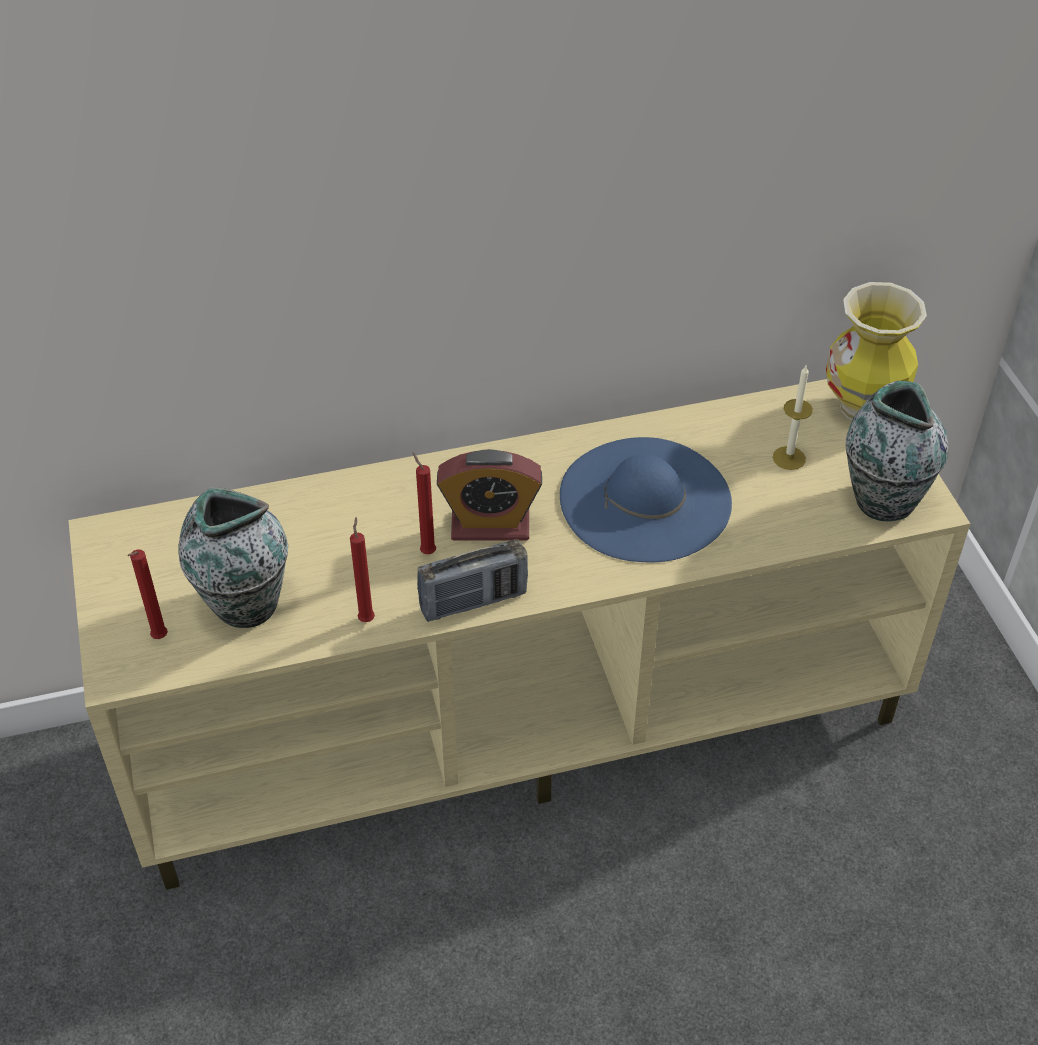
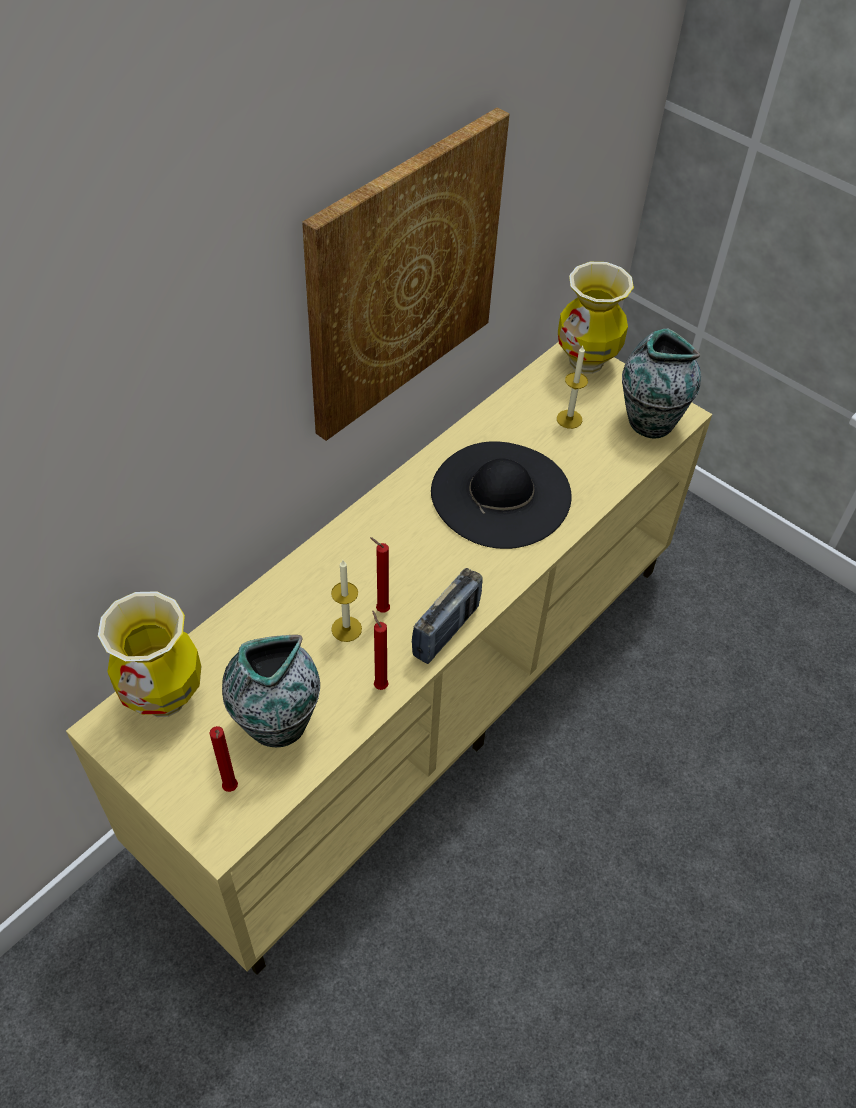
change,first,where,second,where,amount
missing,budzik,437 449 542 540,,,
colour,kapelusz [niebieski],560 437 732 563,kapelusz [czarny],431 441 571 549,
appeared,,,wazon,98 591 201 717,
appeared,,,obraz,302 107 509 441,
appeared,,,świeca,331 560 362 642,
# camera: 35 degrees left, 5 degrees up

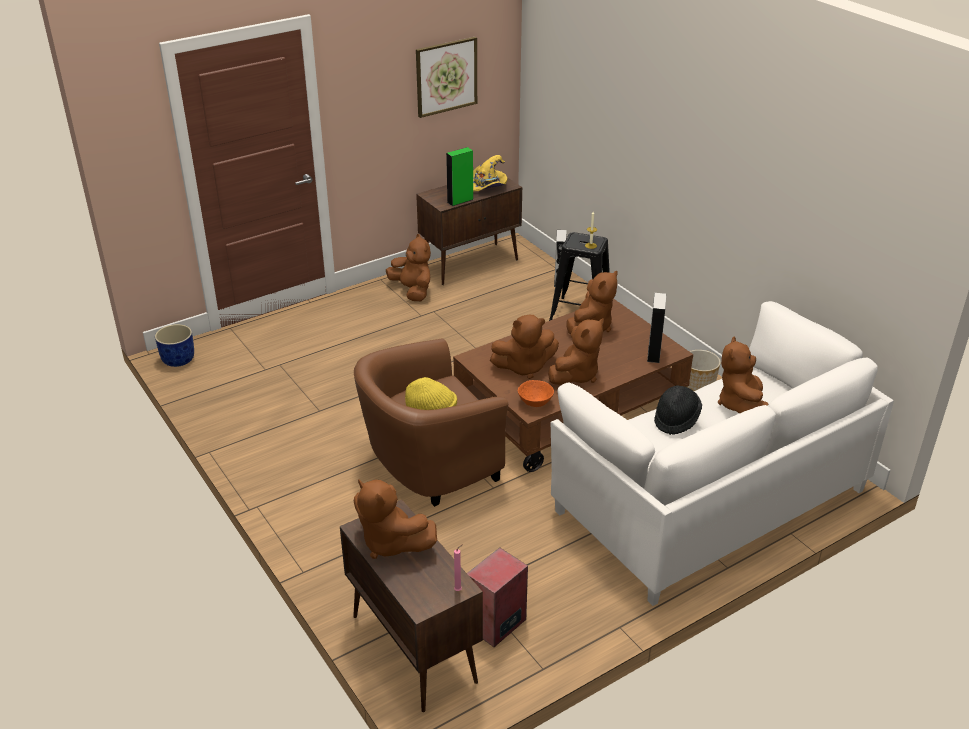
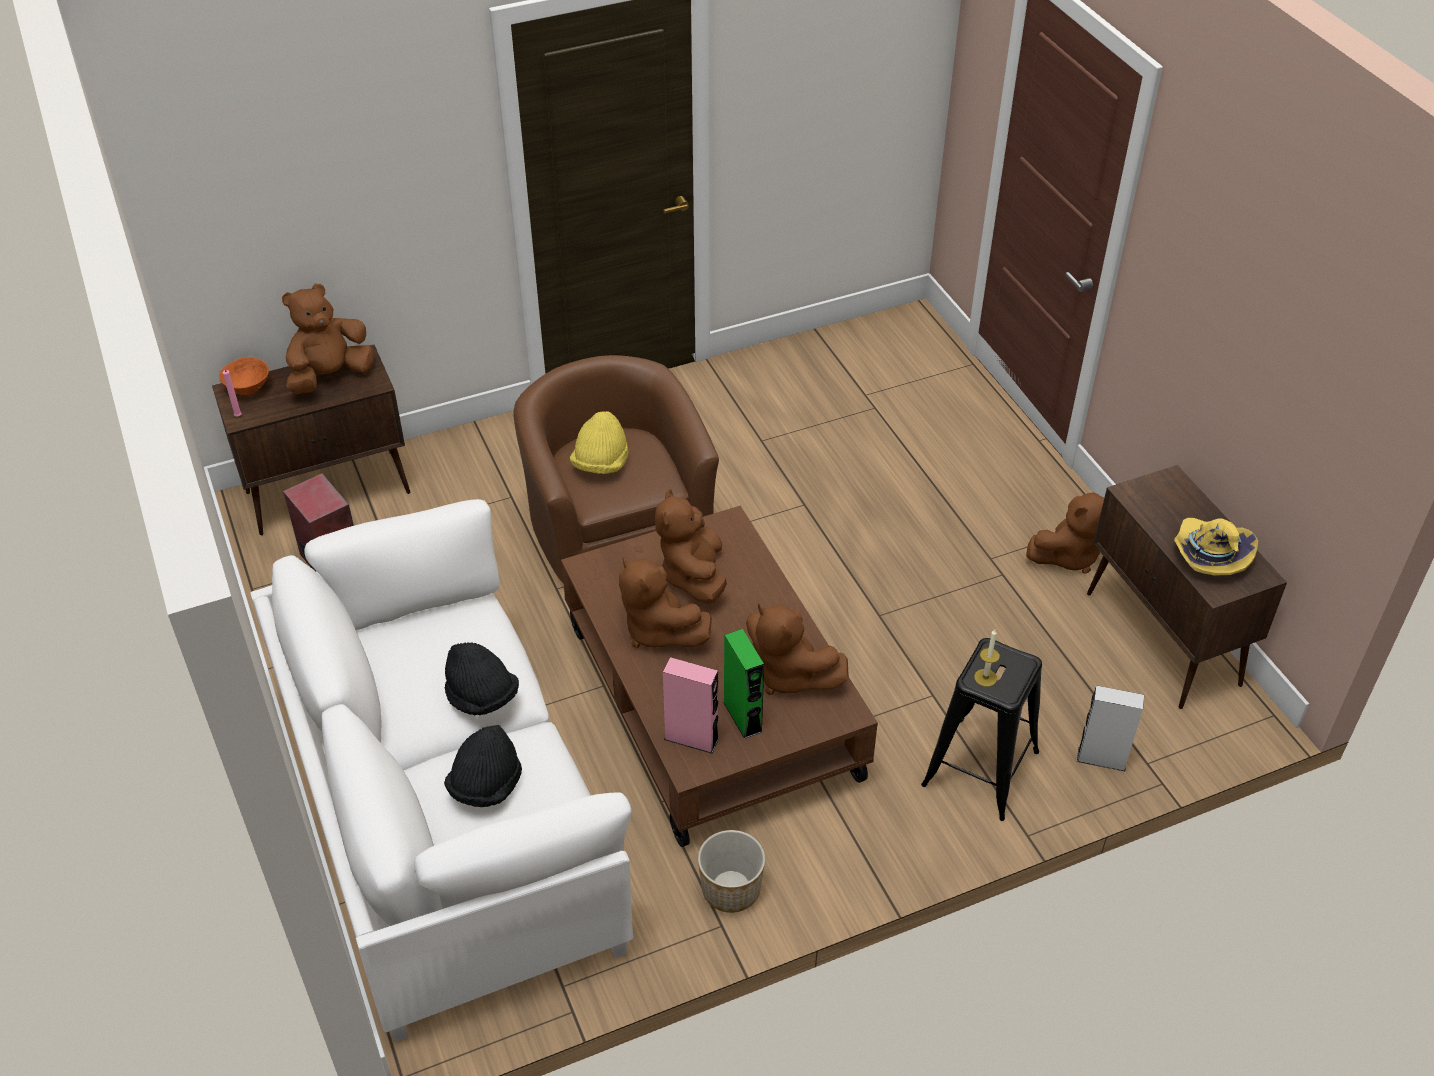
change,first,where,second,where,amount
missing,donica [niebieski],155 324 194 367,,,
missing,obraz,416 37 477 118,,,
relocated,głośnik [zielony],446 147 474 206,,723 629 764 739,
relocated,miska [pomarańczowy],517 380 554 407,,219 357 269 395,
colour,głośnik [szary],647 293 666 363,głośnik [różowy],663 657 719 753,
exchanged,pluszak [brązowy],718 336 769 414,kapelusz [czarny],444 725 522 807,
# camera: 100 degrees right, 10 degrees up

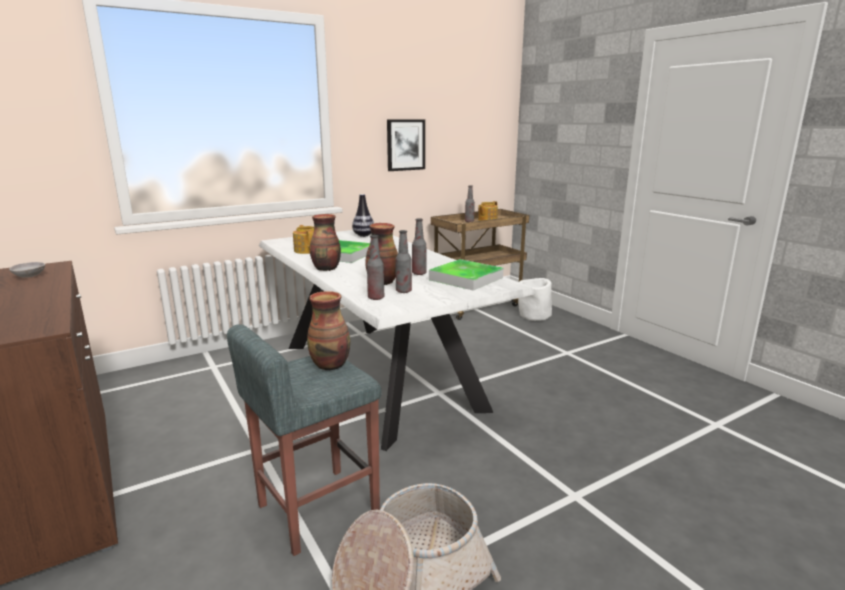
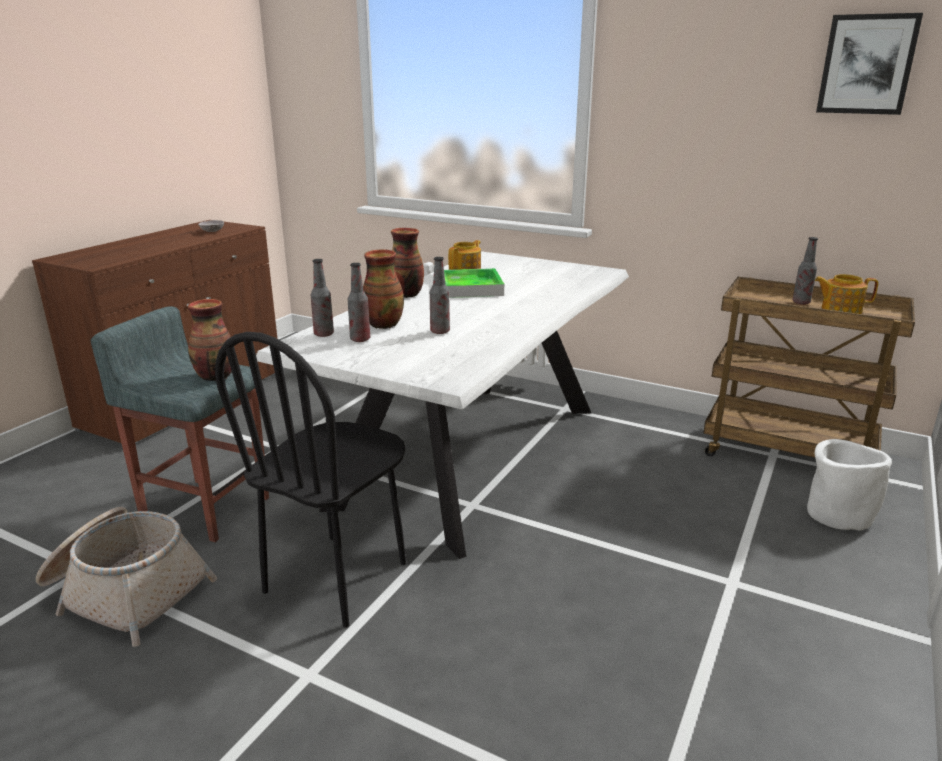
change,first,where,second,where,amount
missing,wazon,352 194 374 237,,,
relocated,obraz,387 119 425 171,,816 13 923 115,
missing,taca,429 259 504 291,,,
appeared,,,krzesło [czarny],215 332 406 628,
# camera: 60 degrees right, 5 degrees up

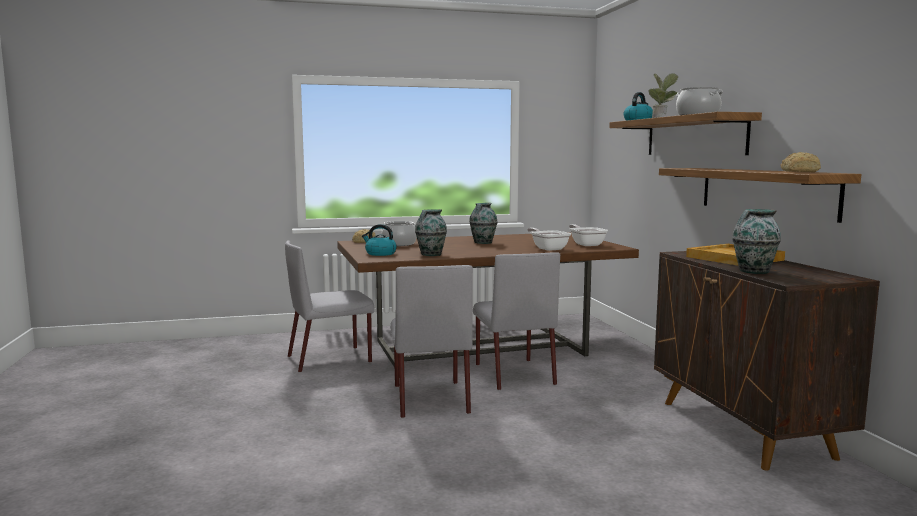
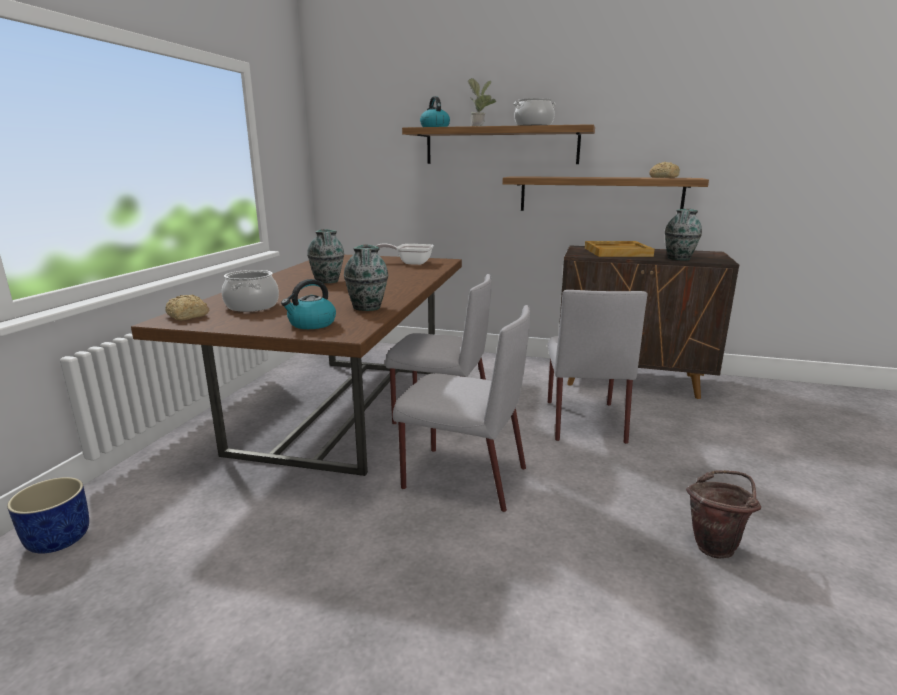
change,first,where,second,where,amount
relocated,krzesło [szary],285 240 375 373,,548 290 647 444,
missing,patelnia,527 228 571 251,,,
appeared,,,donica [niebieski],7 477 89 554,
appeared,,,wiadro [brązowy],686 470 761 558,
# camera: 60 degrees left, 10 degrees up

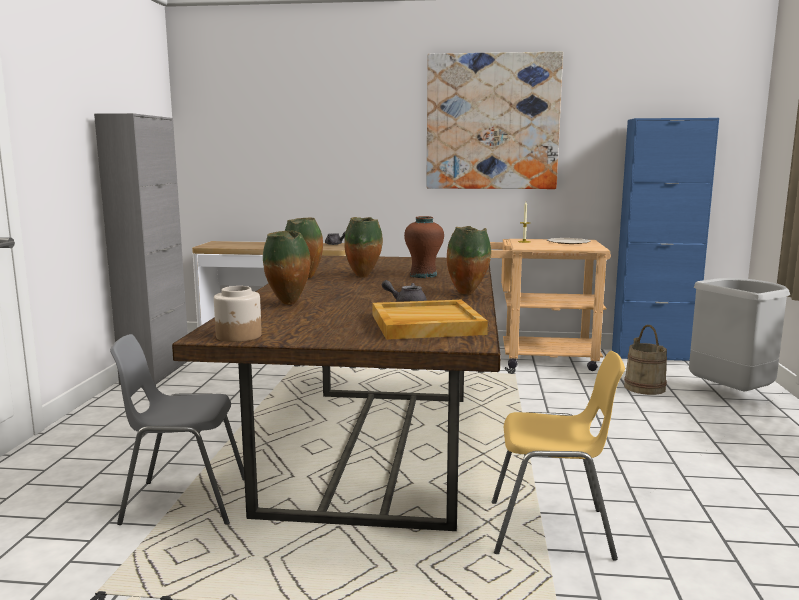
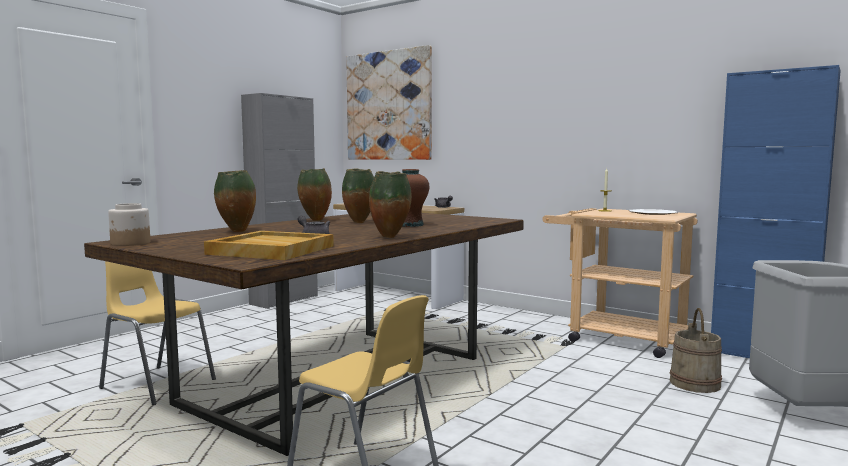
change,first,where,second,where,amount
colour,krzesło [szary],110 334 244 525,krzesło [żółty],99 261 216 405,
relocated,obraz,426 52 563 189,,346 45 432 160,
# camera: 30 degrees right, 5 degrees down

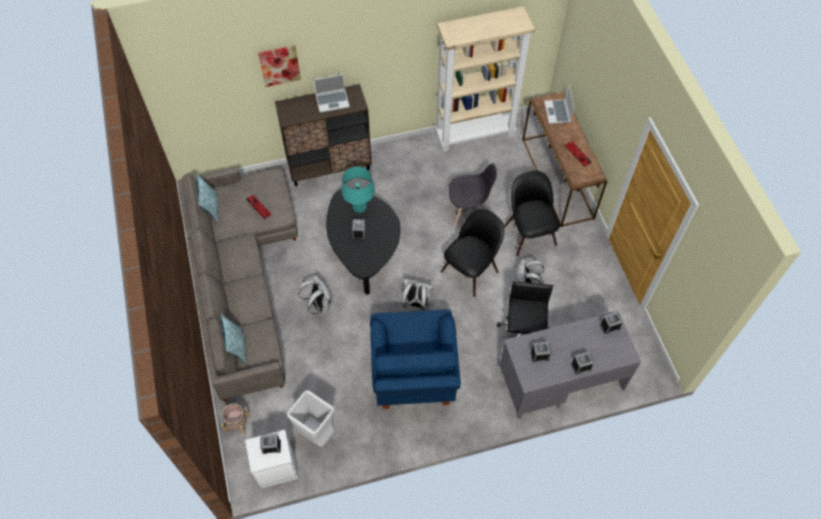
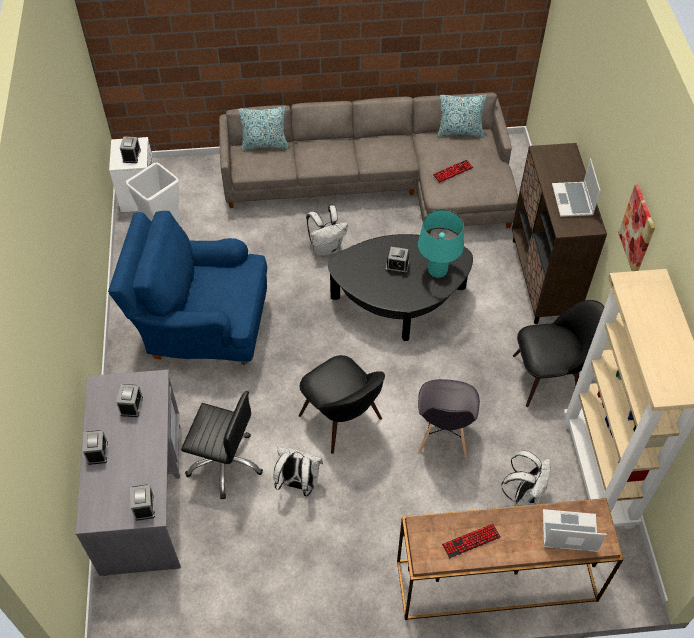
change,first,where,second,where,amount
missing,donica [beżowy],221 403 250 435,,,
relocated,obraz,258 45 301 87,,618 184 655 271,
relocated,plecak [biały],402 279 434 311,,501 451 551 506,
relocated,krzesło [czarny],504 171 560 256,,513 300 604 407,
# camera: 100 degrees right, 5 degrees down

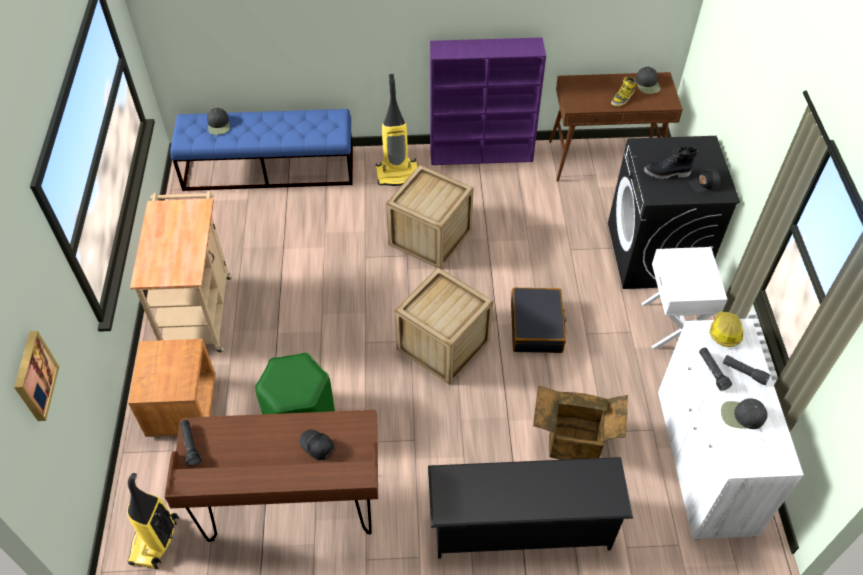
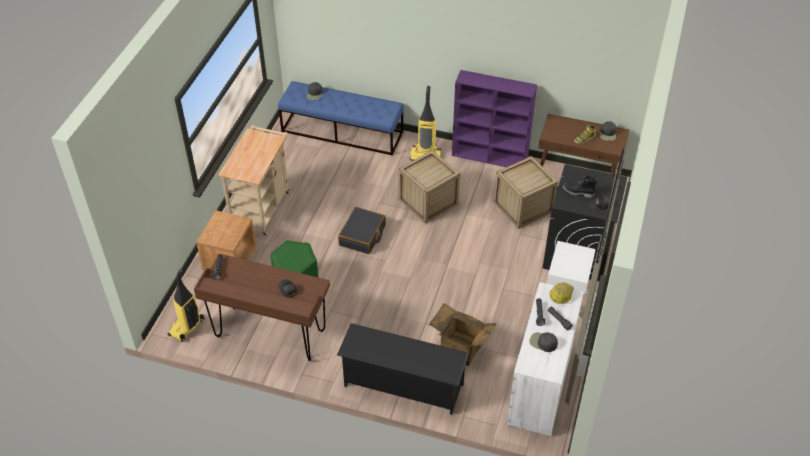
change,first,where,second,where,amount
missing,obraz,14 331 59 421,,,
relocated,skrzynka,395 267 493 385,,493 156 558 229,
relocated,walizka [czarny],511 287 567 353,,338 207 386 254,
# camera: 20 degrees right, 5 degrees down

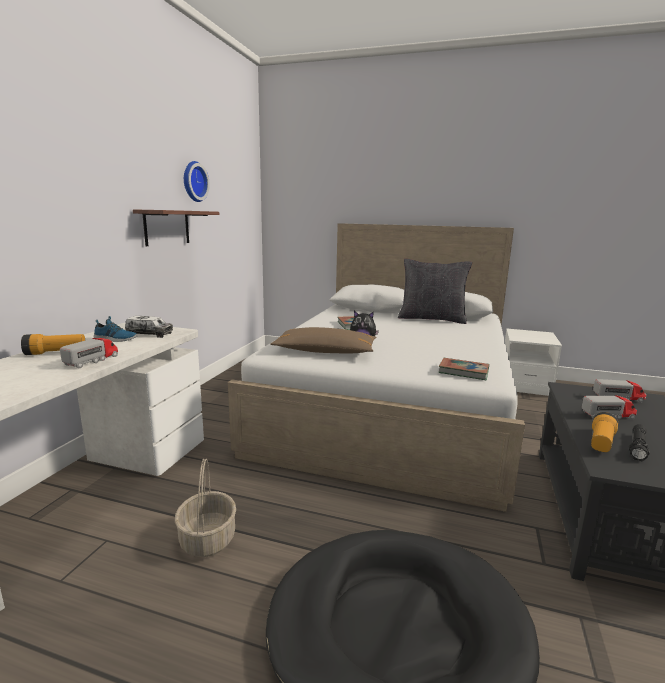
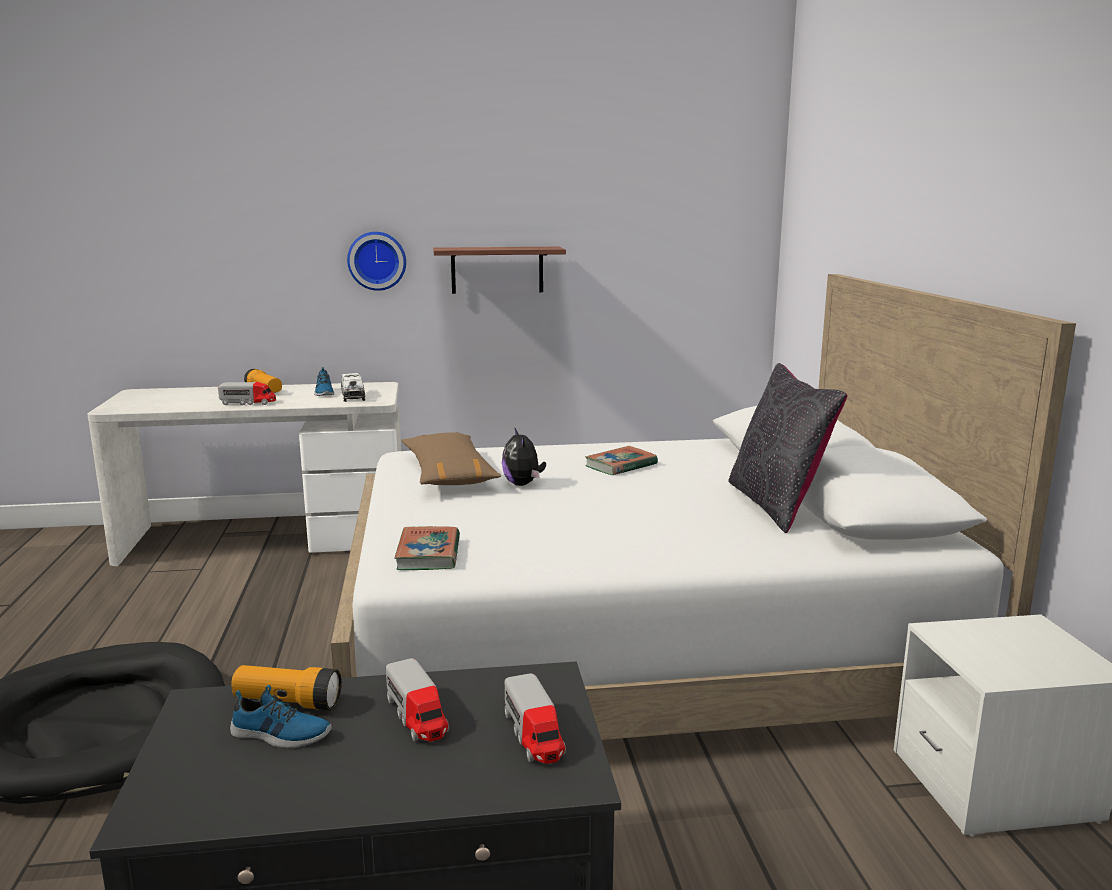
change,first,where,second,where,amount
missing,koszyk,175 459 236 557,,,
relocated,zegar ścienny,184 161 210 202,,347 232 406 291,
exchanged,latarka [czarny],629 424 650 461,but,230 685 332 748,
# camera: 65 degrees right, 0 degrees up

